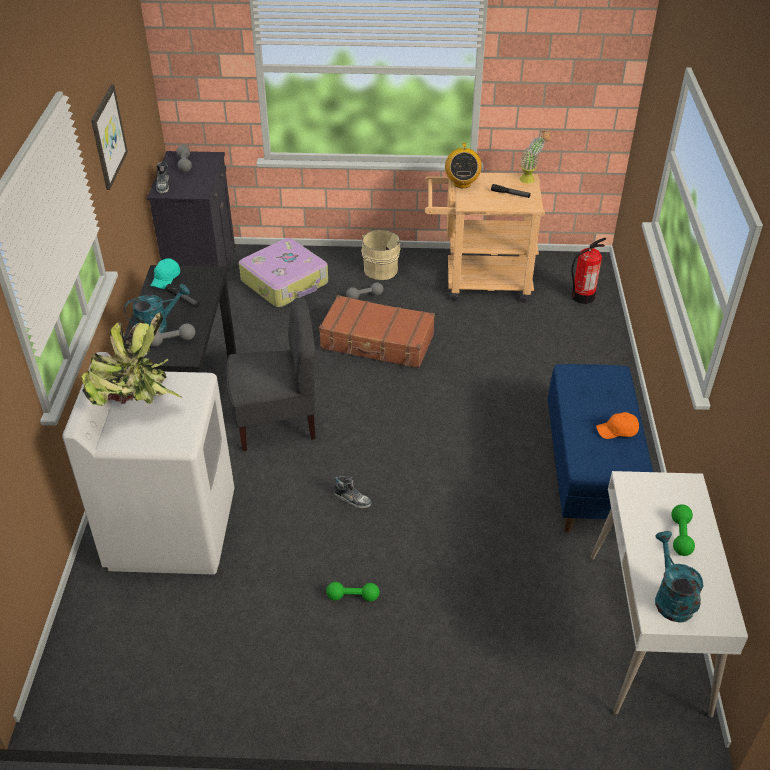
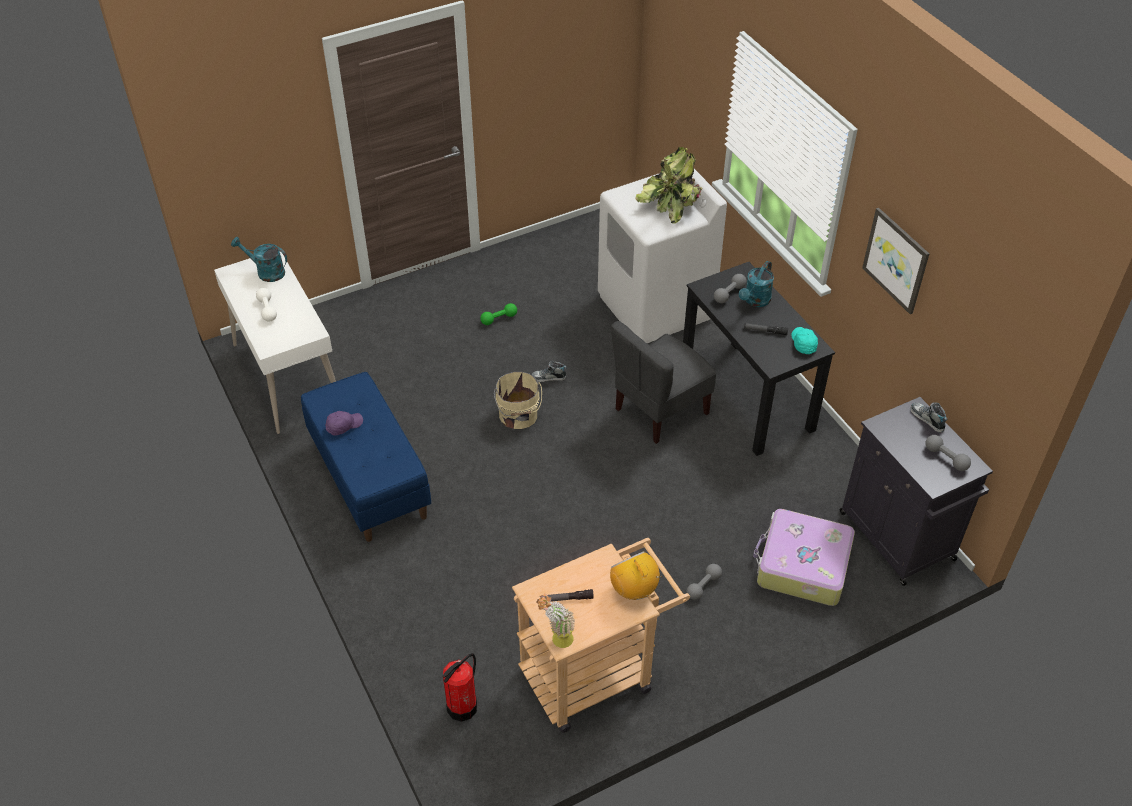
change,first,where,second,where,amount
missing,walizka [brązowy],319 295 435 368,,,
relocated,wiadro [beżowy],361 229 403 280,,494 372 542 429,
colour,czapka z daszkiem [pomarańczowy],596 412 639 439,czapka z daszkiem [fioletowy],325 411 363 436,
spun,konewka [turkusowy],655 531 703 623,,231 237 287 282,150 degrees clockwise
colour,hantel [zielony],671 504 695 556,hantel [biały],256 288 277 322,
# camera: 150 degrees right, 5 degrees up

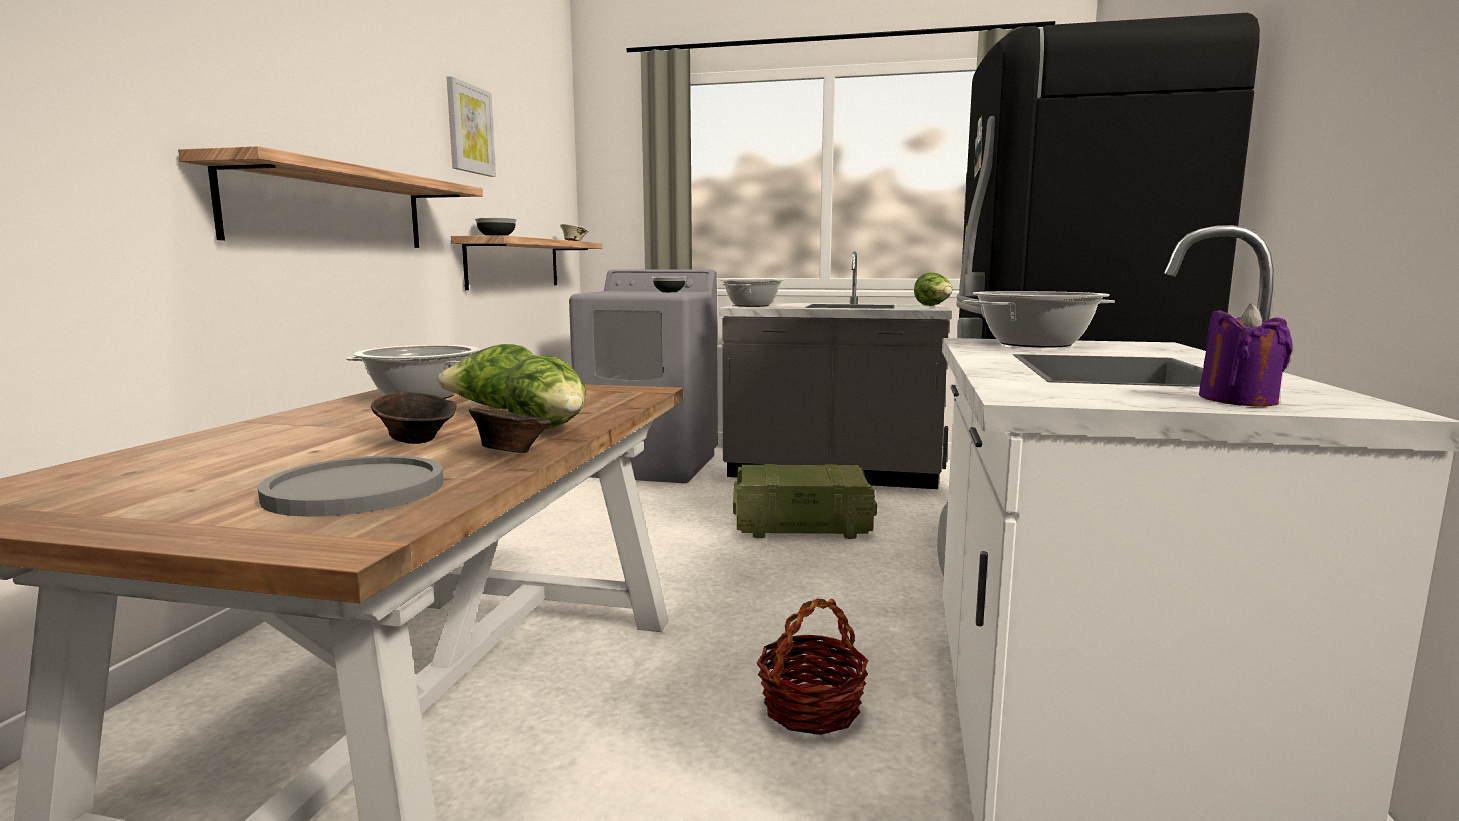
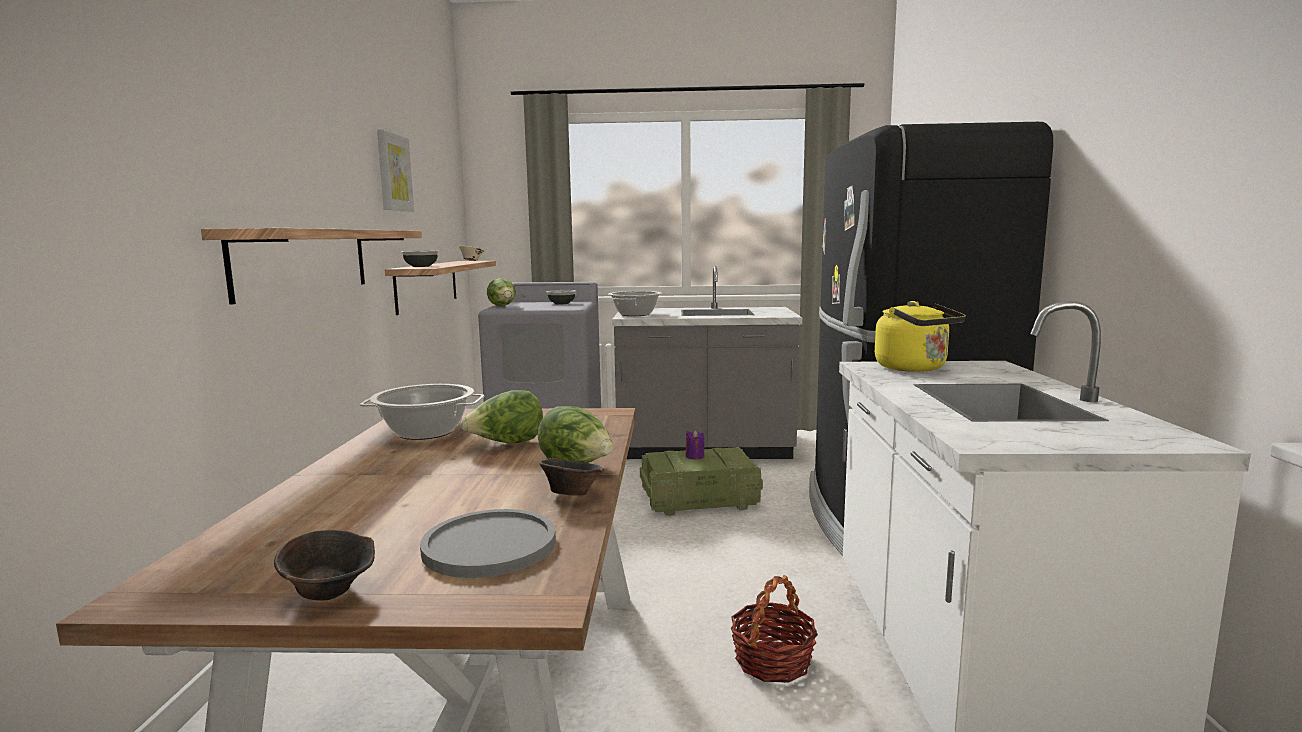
change,first,where,second,where,amount
relocated,miska [brązowy],371 392 456 444,,274 530 375 601,
relocated,sałata,914 272 952 306,,487 278 516 306,
exchanged,garnek,963 291 1115 348,czajnik [żółty],875 301 966 372,
relocated,świeca [fioletowy],1199 303 1292 407,,686 430 705 459,
# camera: 10 degrees left, 0 degrees up

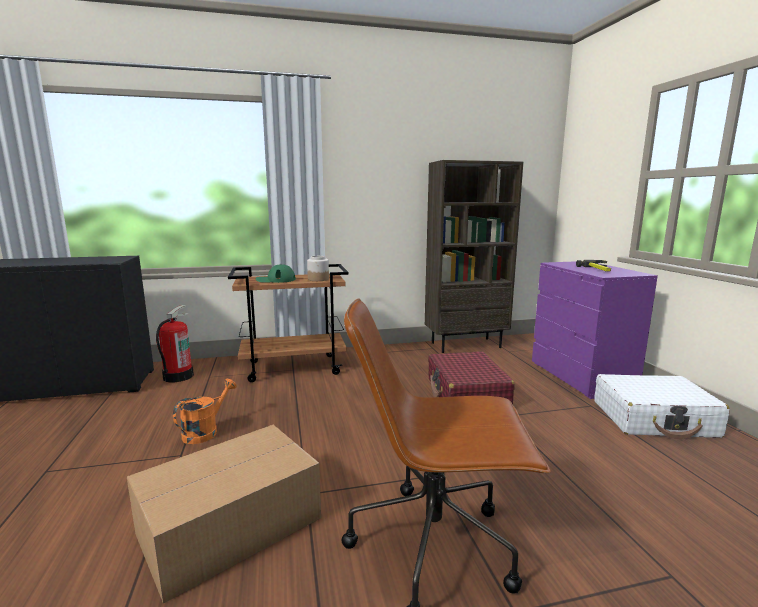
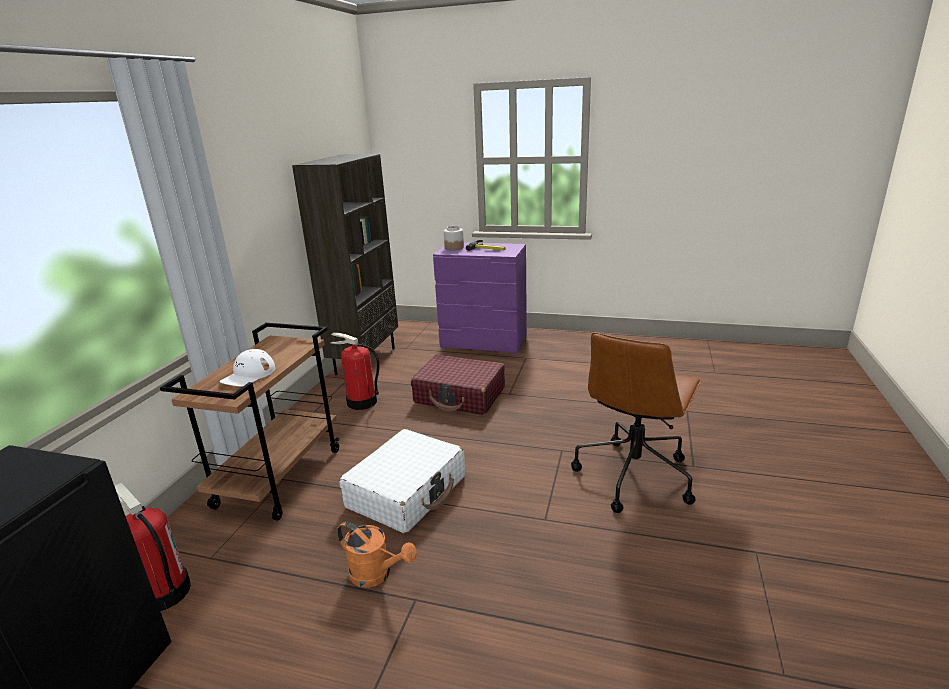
change,first,where,second,where,amount
missing,karton,127 425 321 604,,,
spun,konewka [pomarańczowy],173 379 237 444,,337 521 417 588,150 degrees clockwise
colour,czapka z daszkiem [zielony],256 264 296 283,czapka z daszkiem [biały],220 349 275 387,
relocated,słoik,307 256 329 281,,444 226 464 250,
relocated,walizka [biały],595 374 730 439,,339 429 465 533,
appeared,,,gaśnica,330 332 379 410,
# camera: 60 degrees left, 10 degrees up

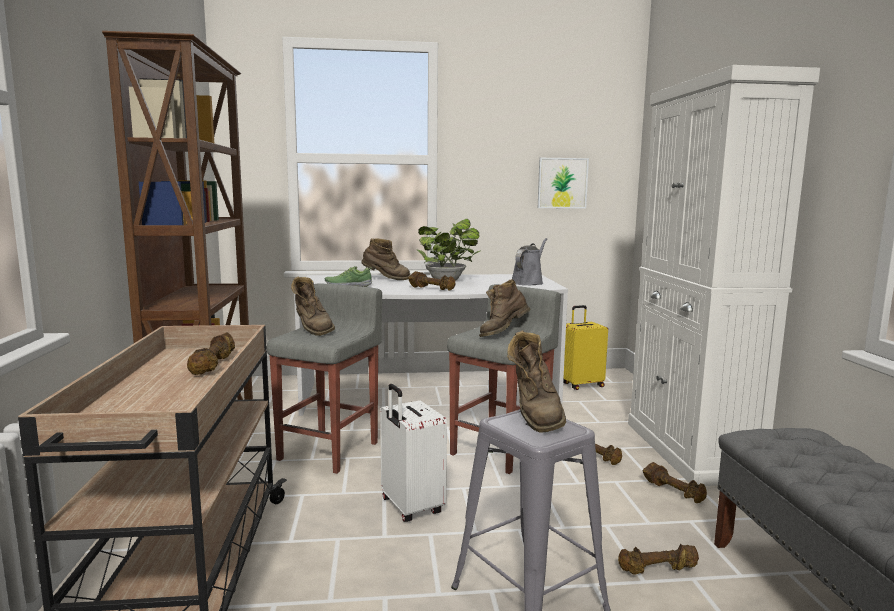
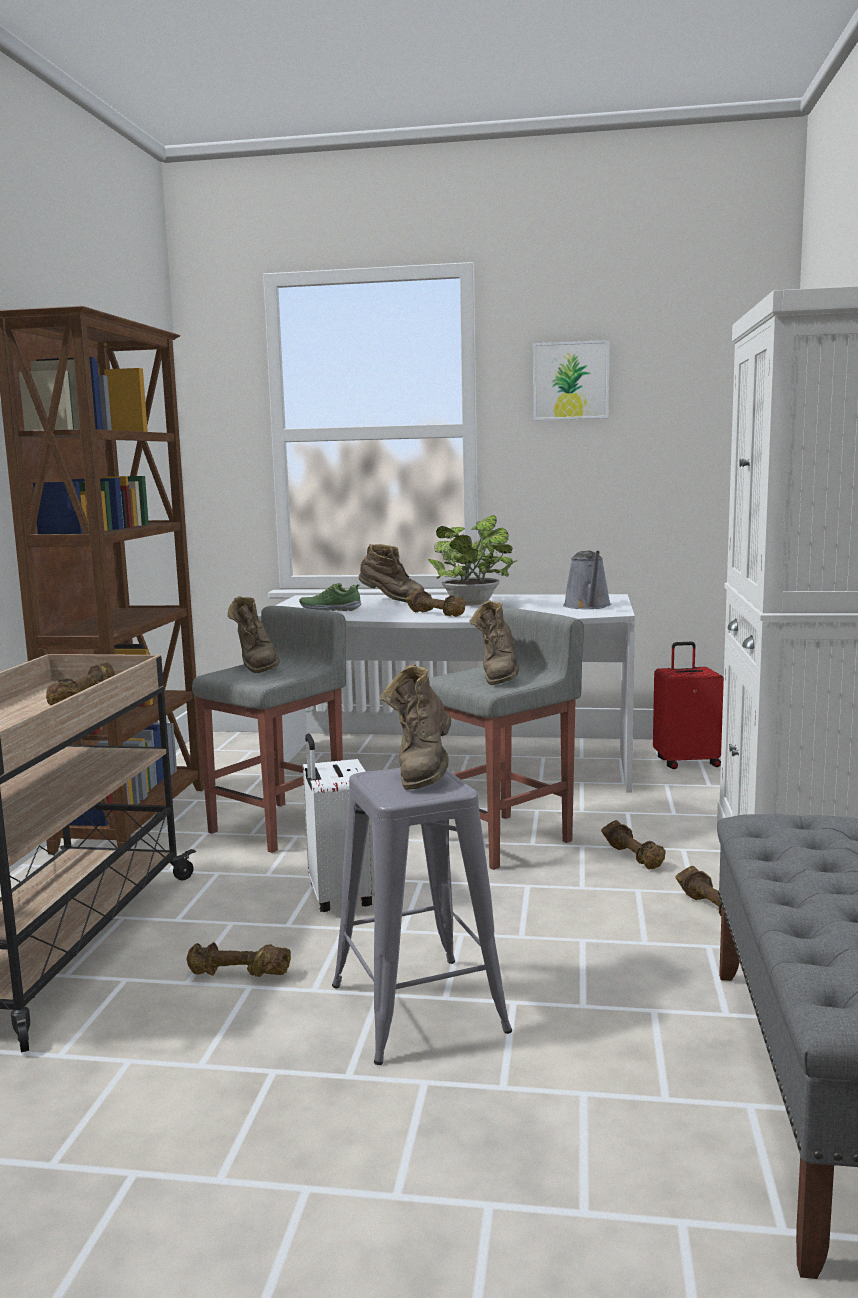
change,first,where,second,where,amount
spun,but z cholewką [brązowy],479 279 530 337,,470 600 519 685,60 degrees counterclockwise
spun,konewka [szary],512 238 547 285,,563 550 611 609,135 degrees clockwise
relocated,obraz,538 158 589 209,,533 340 609 420,
colour,walizka [żółty],563 305 608 390,walizka [czerwony],653 642 724 769,
relocated,hantel [brązowy],618 544 699 575,,187 942 291 977,
# camera: 15 degrees right, 0 degrees up

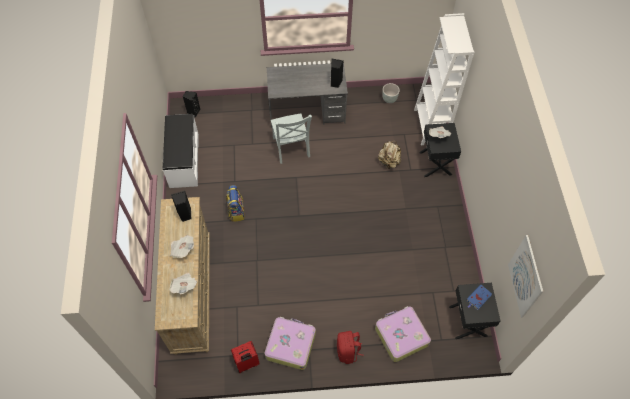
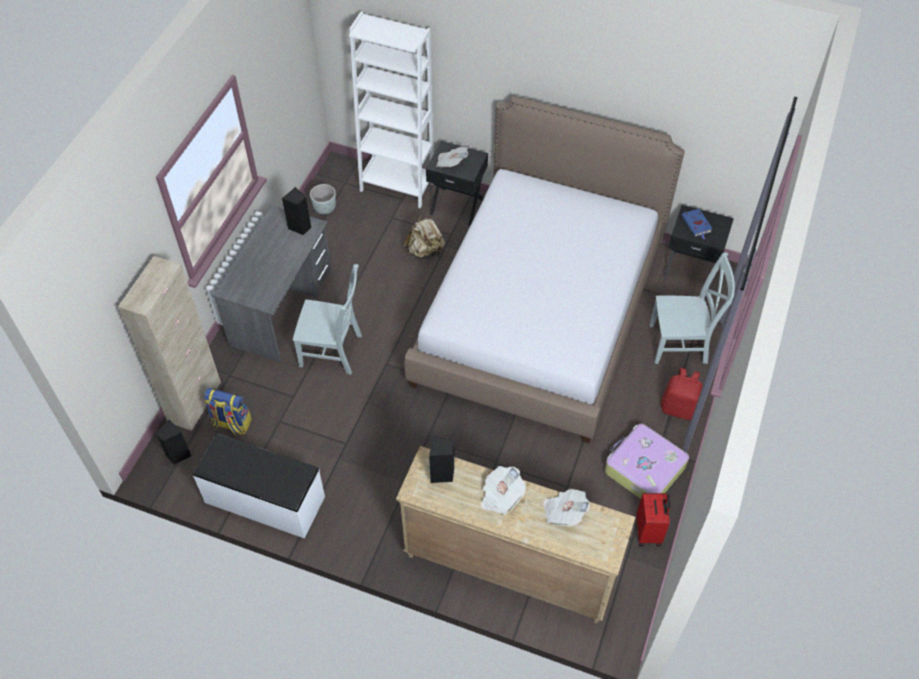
change,first,where,second,where,amount
relocated,plecak,226 185 245 222,,205 388 252 435,
exchanged,walizka,375 306 431 362,krzesło [szary],650 252 735 364,
missing,obraz,508 235 543 318,,,
appeared,,,szafka [beżowy],118 256 221 431,
appeared,,,łóżko,405 96 685 443,
# camera: 65 degrees left, 5 degrees down

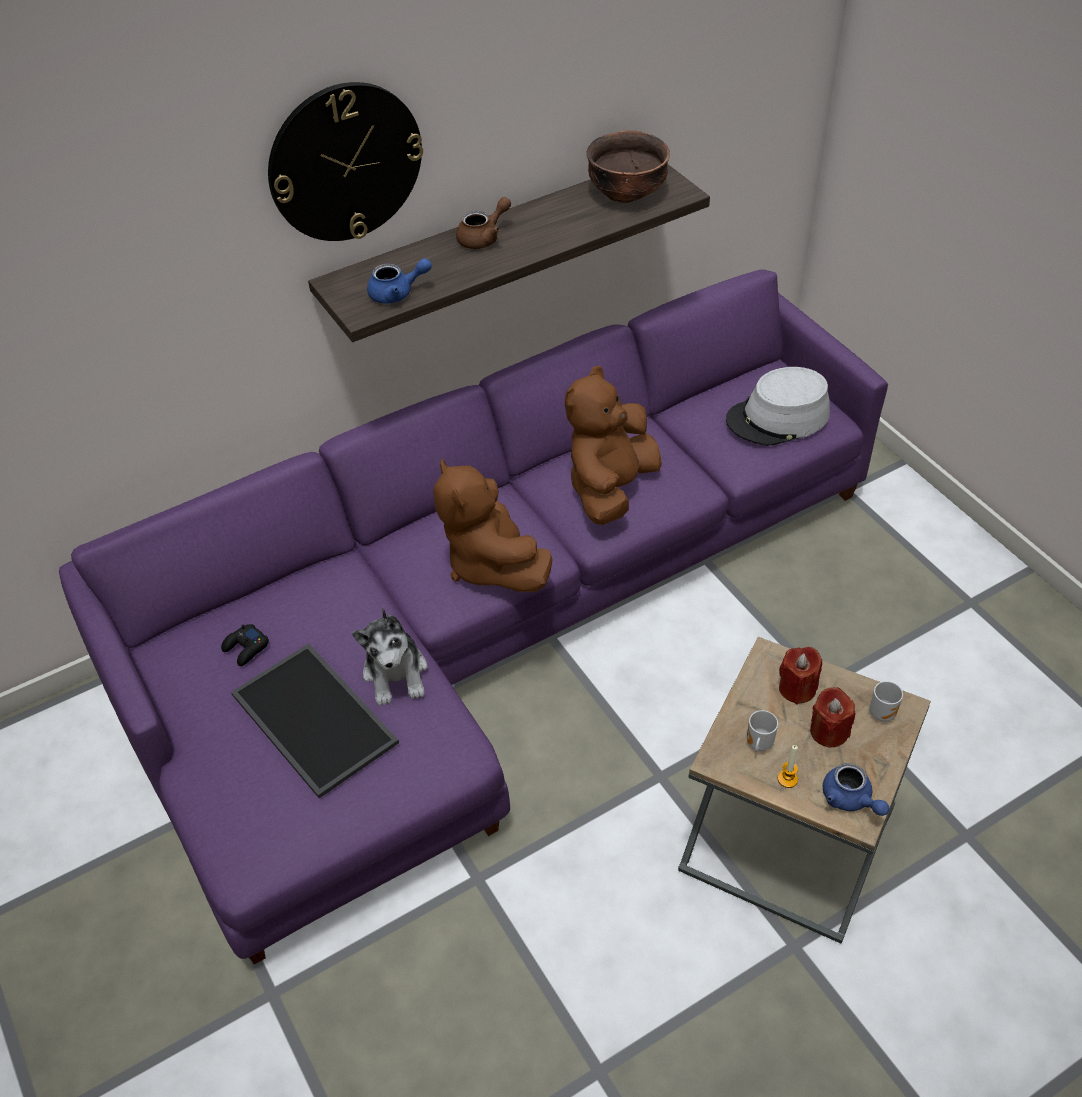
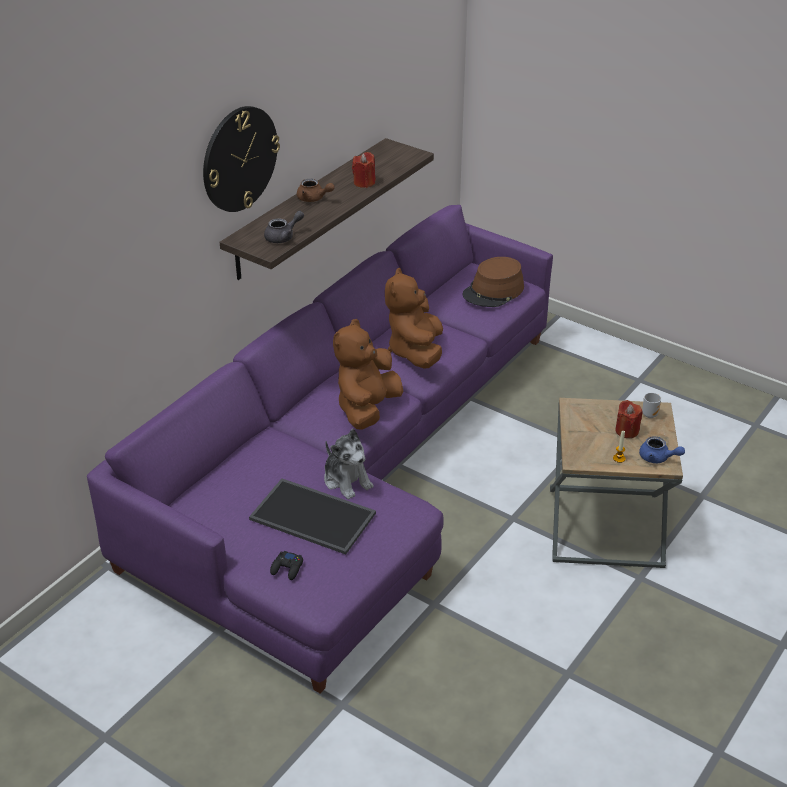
change,first,where,second,where,amount
relocated,pad do gier [czarny],221 624 269 666,,270 551 303 580,
colour,imbryk [niebieski],367 258 432 304,imbryk [szary],264 211 304 243,
spun,pluszak [brązowy],433 459 553 592,,333 319 403 430,75 degrees clockwise
spun,imbryk [brązowy],456 197 511 249,,297 179 335 202,90 degrees clockwise
missing,miska [brązowy],586 130 670 203,,,
colour,kapelusz [szary],726 367 830 446,kapelusz [brązowy],463 257 524 307,
missing,kubek,747 710 778 752,,,
relocated,świeca [czerwony],779 647 822 705,,352 152 375 188,
# camera: 25 degrees left, 10 degrees down

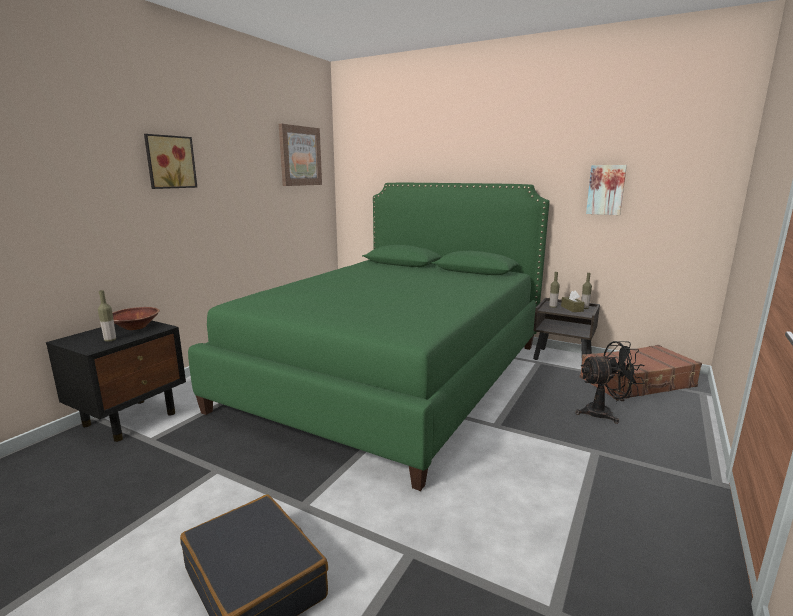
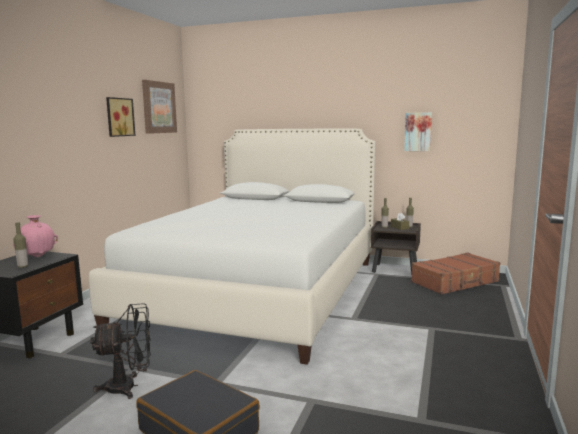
change,first,where,second,where,amount
exchanged,miska [brązowy],112 307 160 330,wazon [różowy],13 215 58 257,
relocated,obraz,144 134 197 189,,106 97 135 137,
colour,łóżko [zielony],188 183 550 491,łóżko [biały],89 128 375 365,
relocated,wentylator [czarny],575 341 645 424,,90 303 151 399,
# camera: 10 degrees left, 5 degrees down

